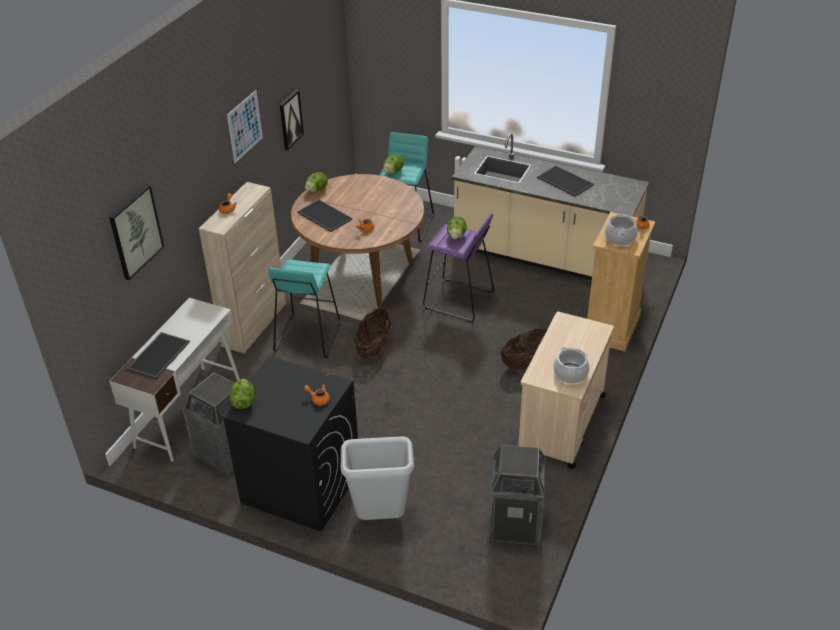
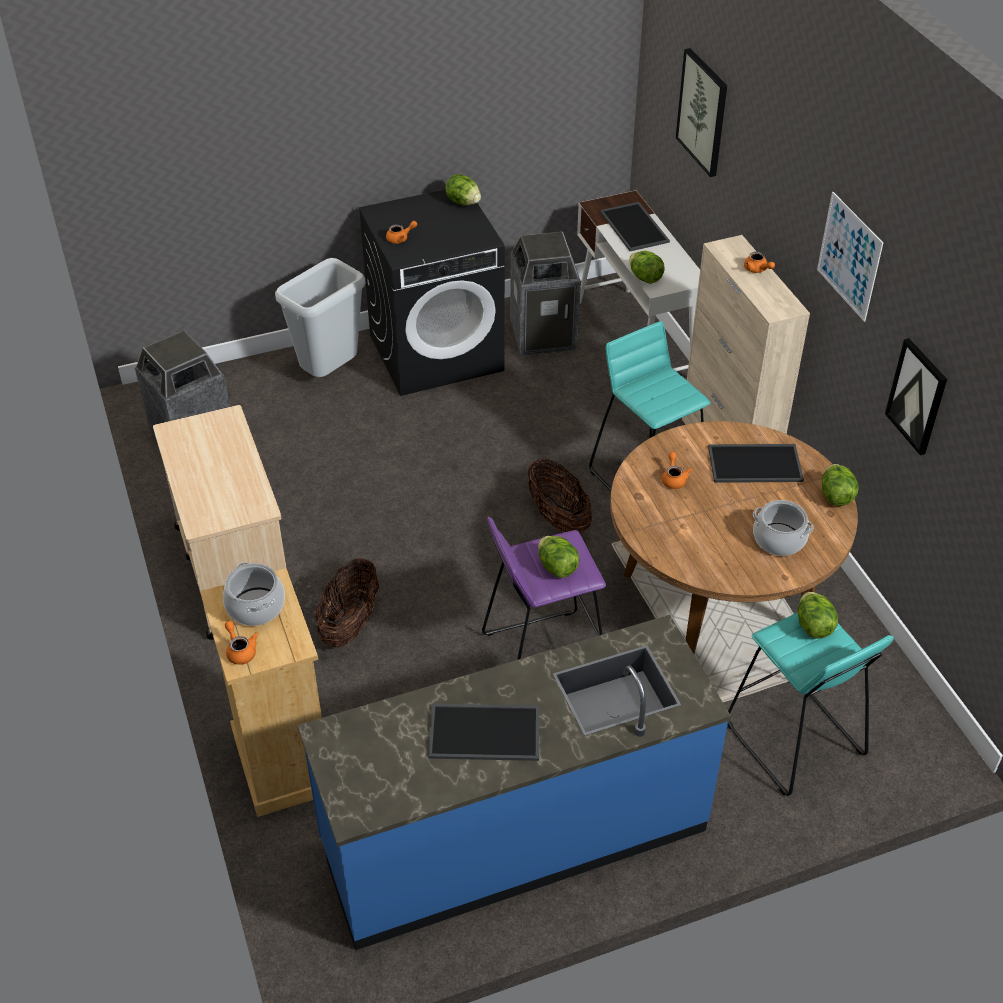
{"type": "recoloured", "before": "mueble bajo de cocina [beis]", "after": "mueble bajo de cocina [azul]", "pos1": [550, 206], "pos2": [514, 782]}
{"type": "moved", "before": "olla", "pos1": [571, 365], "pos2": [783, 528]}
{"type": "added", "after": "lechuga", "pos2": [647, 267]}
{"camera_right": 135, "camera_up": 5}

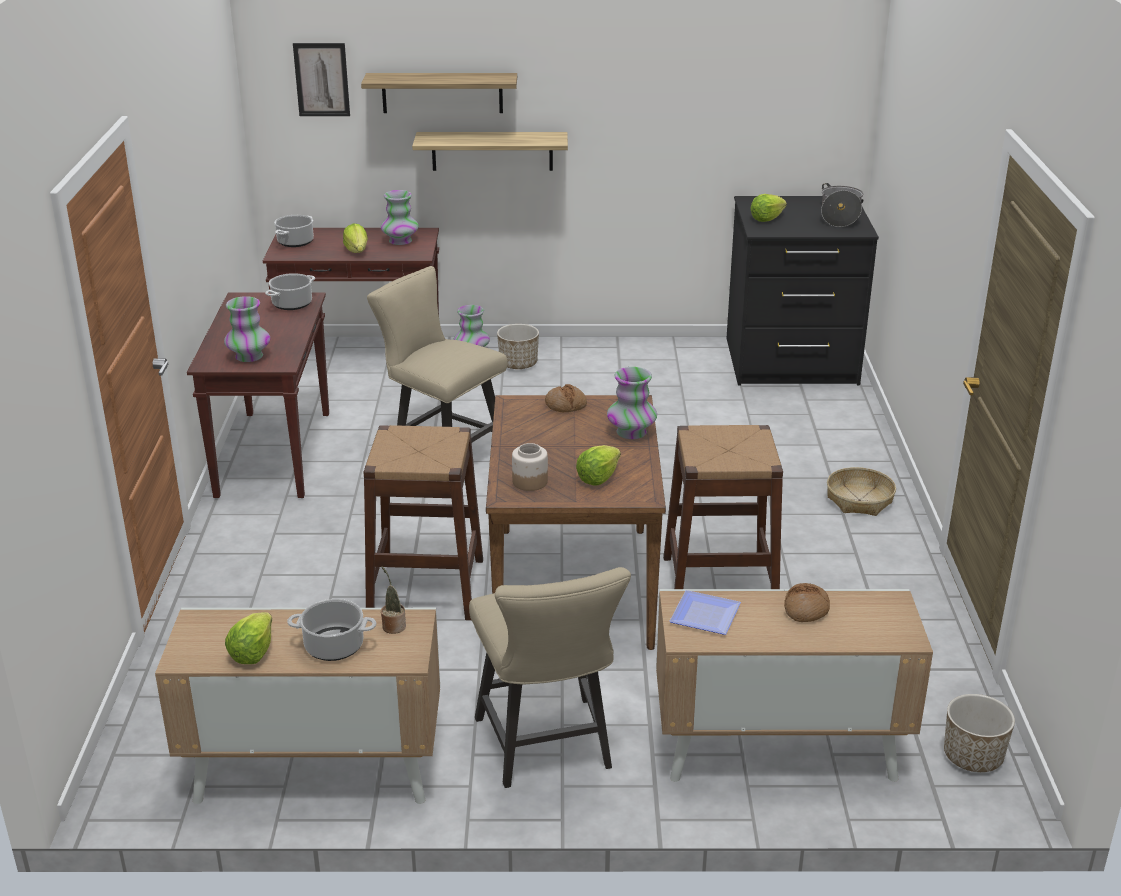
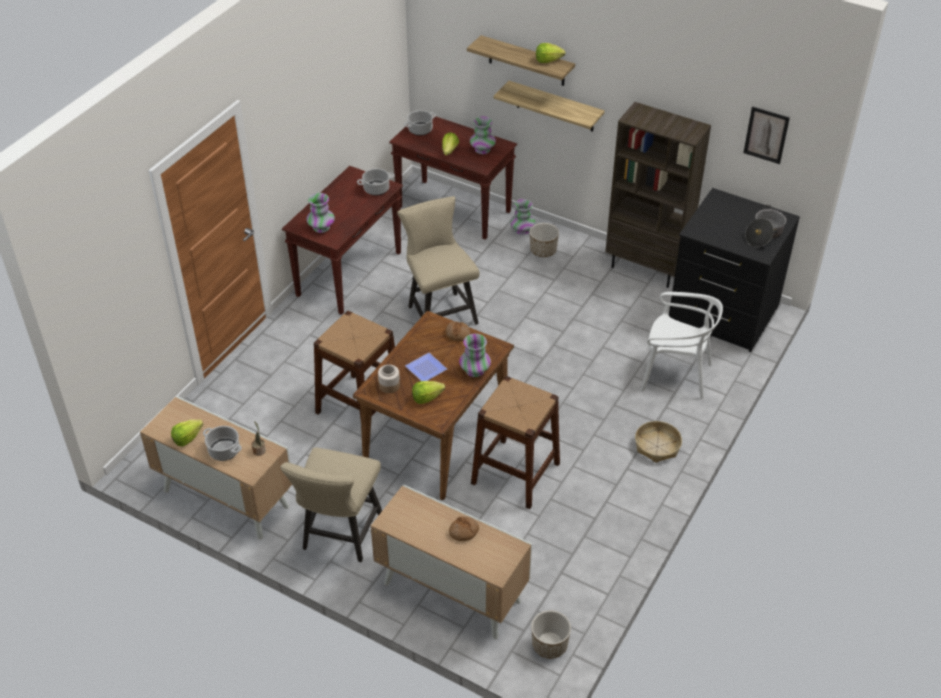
{"type": "moved", "before": "cuadro", "pos1": [321, 79], "pos2": [766, 135]}
{"type": "moved", "before": "plato", "pos1": [705, 612], "pos2": [426, 367]}
{"type": "moved", "before": "lechuga", "pos1": [768, 208], "pos2": [551, 53]}
{"type": "added", "after": "estantería [marrón]", "pos2": [658, 195]}
{"type": "added", "after": "silla [blanco]", "pos2": [681, 345]}
{"camera_right": 30, "camera_up": 15}

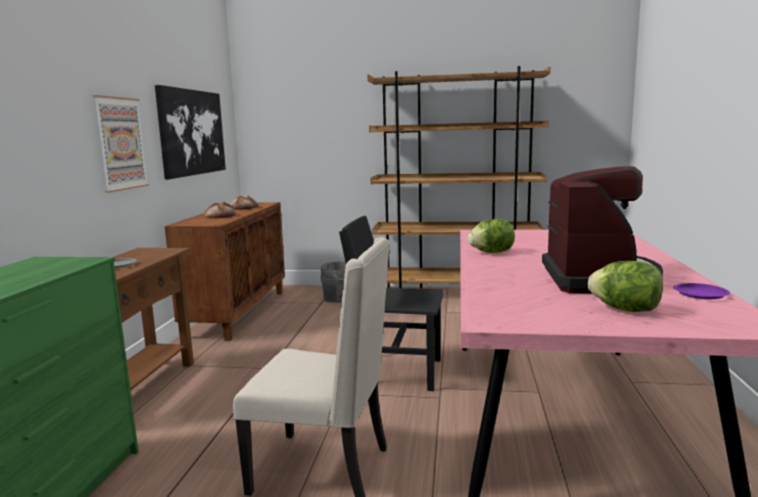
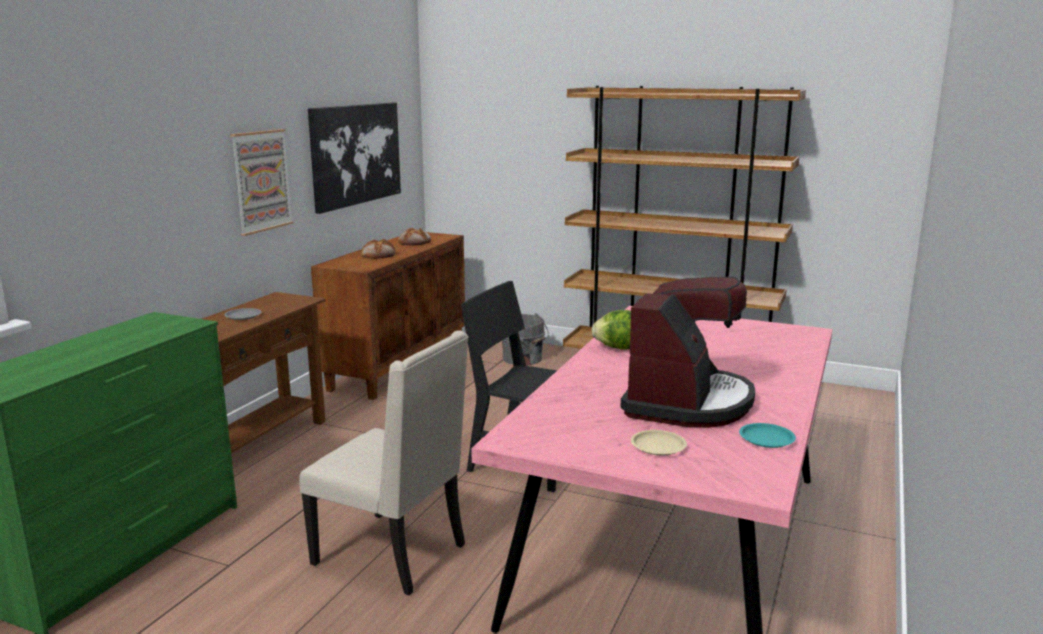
{"type": "replaced", "before": "lechuga", "after": "plato [beis]", "pos1": [625, 286], "pos2": [659, 442]}
{"type": "recoloured", "before": "plato [morado]", "after": "plato [turquesa]", "pos1": [701, 291], "pos2": [767, 435]}
{"camera_right": 15, "camera_up": 5}

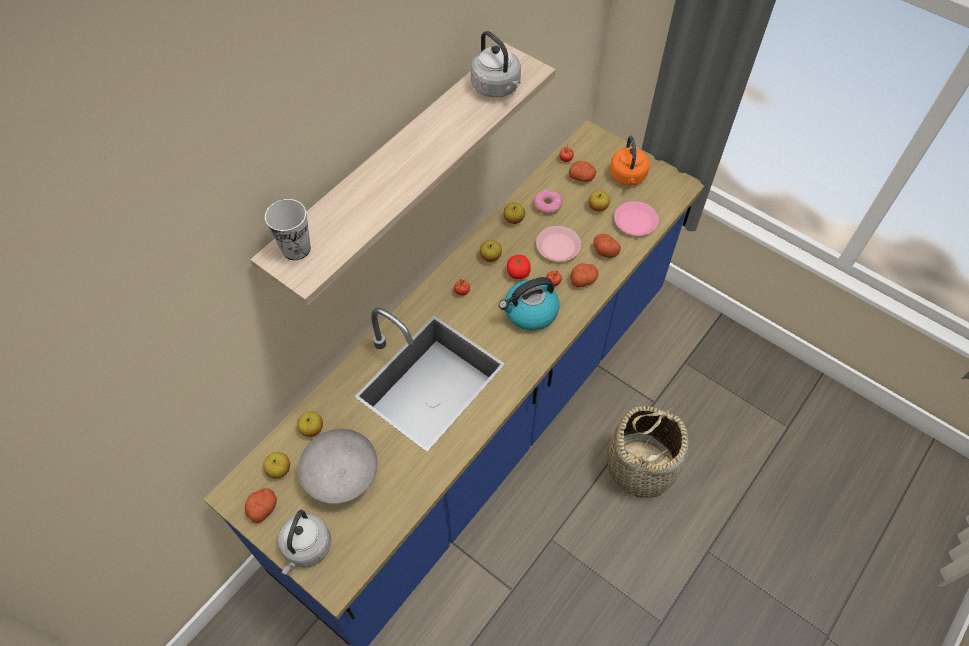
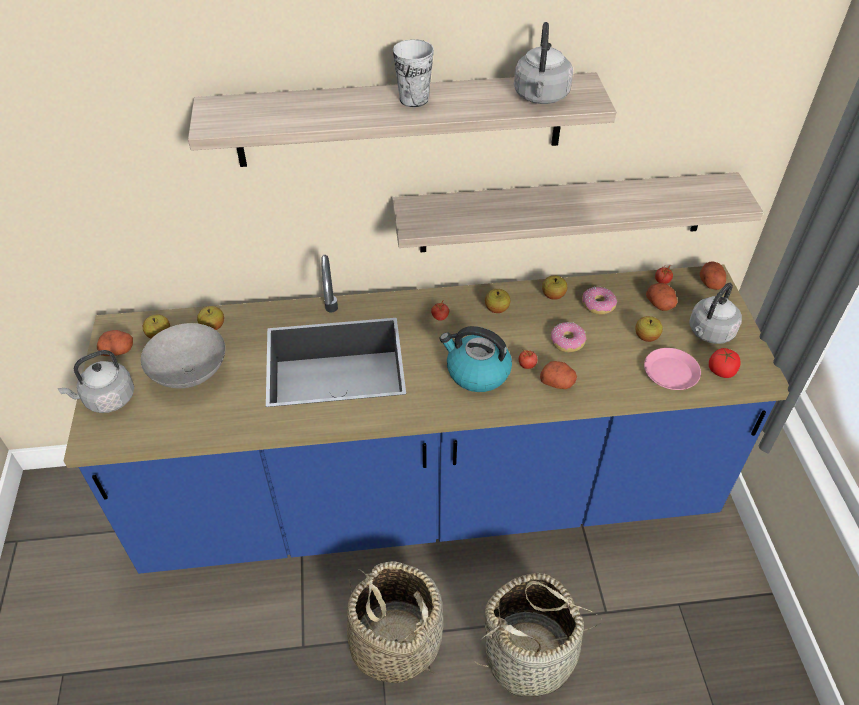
{"type": "moved", "before": "taza", "pos1": [288, 229], "pos2": [413, 73]}
{"type": "moved", "before": "tomate", "pos1": [519, 267], "pos2": [725, 363]}
{"type": "replaced", "before": "plato [rosa]", "after": "rosquilla", "pos1": [558, 244], "pos2": [568, 337]}
{"type": "moved", "before": "patata", "pos1": [607, 246], "pos2": [713, 275]}
{"type": "recoloured", "before": "hervidor [naranja]", "after": "hervidor [gris]", "pos1": [629, 161], "pos2": [715, 313]}
{"type": "added", "after": "cesta", "pos2": [395, 622]}
{"type": "added", "after": "estante", "pos2": [577, 212]}
{"camera_right": 45, "camera_up": -10}

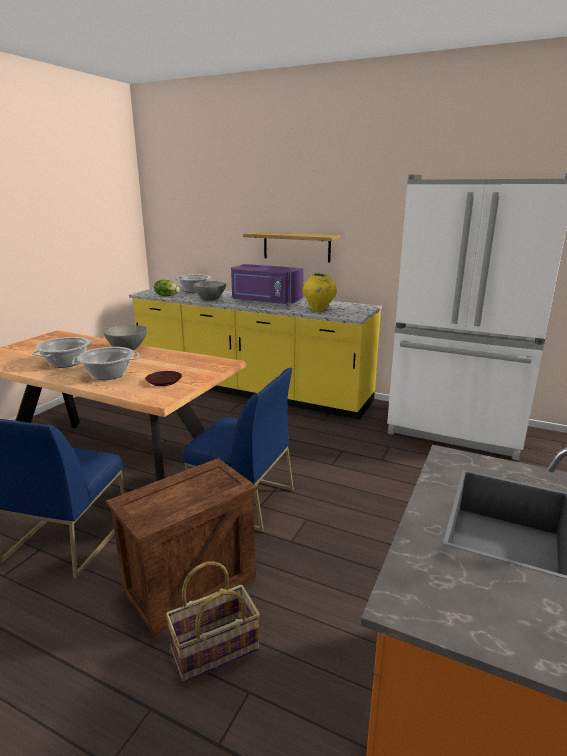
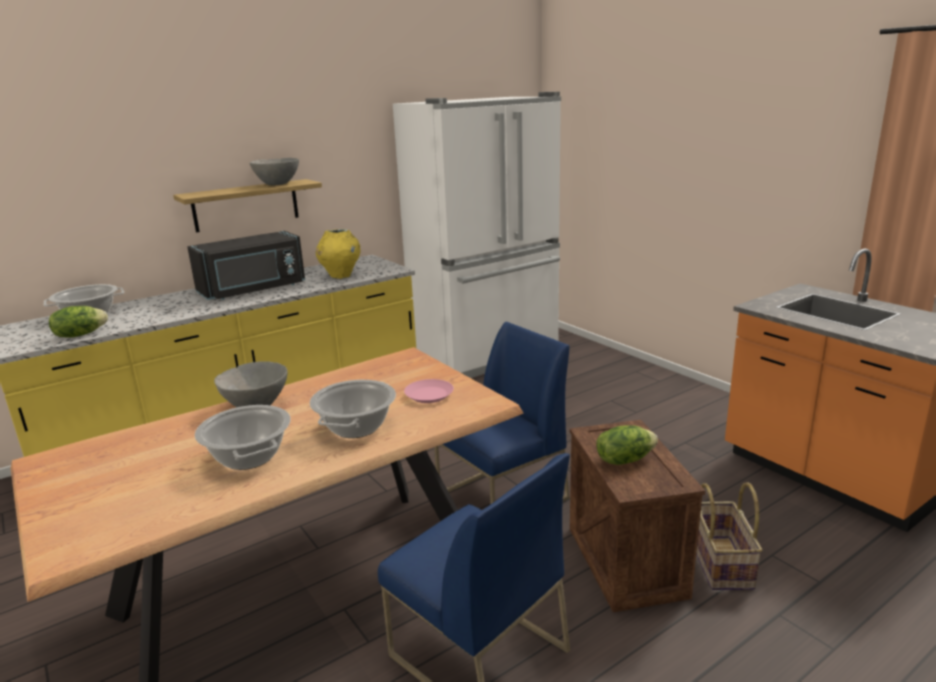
{"type": "recoloured", "before": "plato [marrón]", "after": "plato [rosa]", "pos1": [163, 378], "pos2": [429, 391]}
{"type": "moved", "before": "cuenco [gris]", "pos1": [209, 291], "pos2": [274, 171]}
{"type": "recoloured", "before": "microondas [morado]", "after": "microondas [negro]", "pos1": [267, 285], "pos2": [246, 265]}
{"type": "added", "after": "lechuga", "pos2": [627, 445]}
{"camera_right": -60, "camera_up": 0}

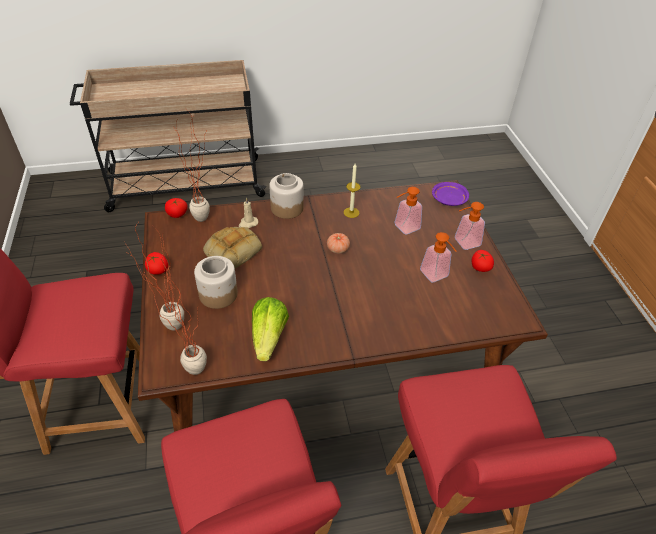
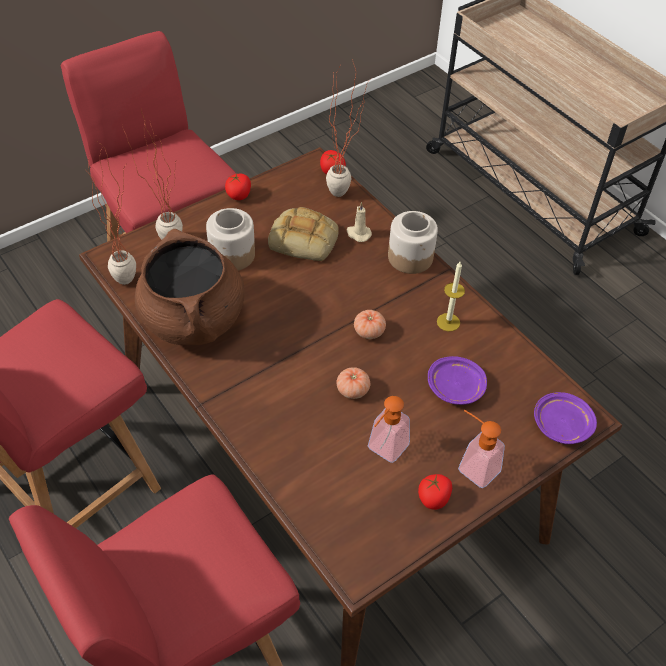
{"type": "replaced", "before": "lechuga", "after": "olla [marrón]", "pos1": [270, 329], "pos2": [190, 287]}
{"type": "replaced", "before": "dispensador de jabón", "after": "plato [morado]", "pos1": [408, 211], "pos2": [457, 380]}
{"type": "added", "after": "tomate", "pos2": [353, 383]}
{"camera_right": 65, "camera_up": 5}

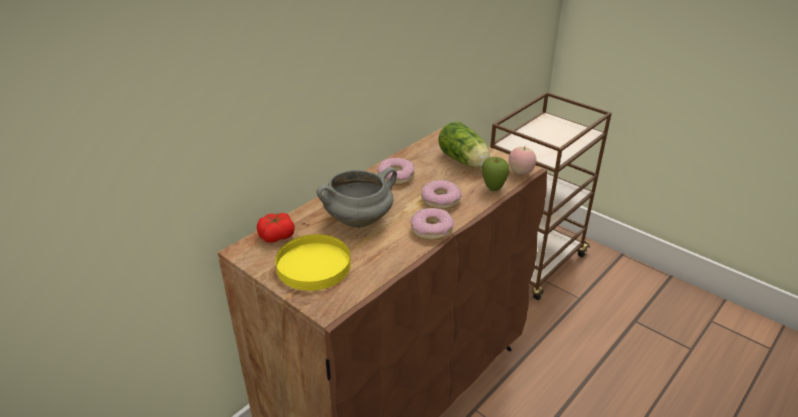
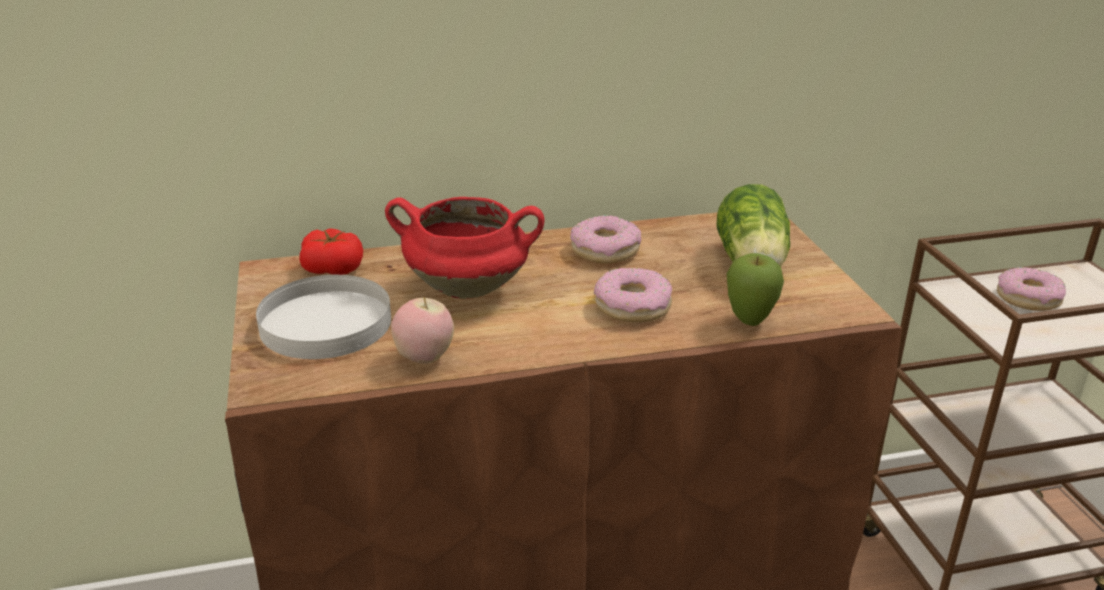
{"type": "recoloured", "before": "plato [amarillo]", "after": "plato [blanco]", "pos1": [313, 262], "pos2": [323, 317]}
{"type": "recoloured", "before": "olla [gris]", "after": "olla [rojo]", "pos1": [356, 197], "pos2": [465, 248]}
{"type": "moved", "before": "rosquilla", "pos1": [432, 224], "pos2": [1031, 289]}
{"type": "moved", "before": "manzana", "pos1": [522, 161], "pos2": [422, 330]}
{"camera_right": 35, "camera_up": -5}

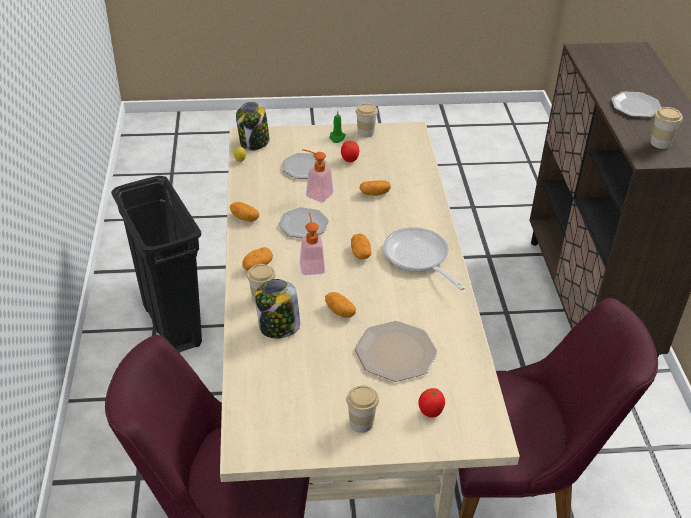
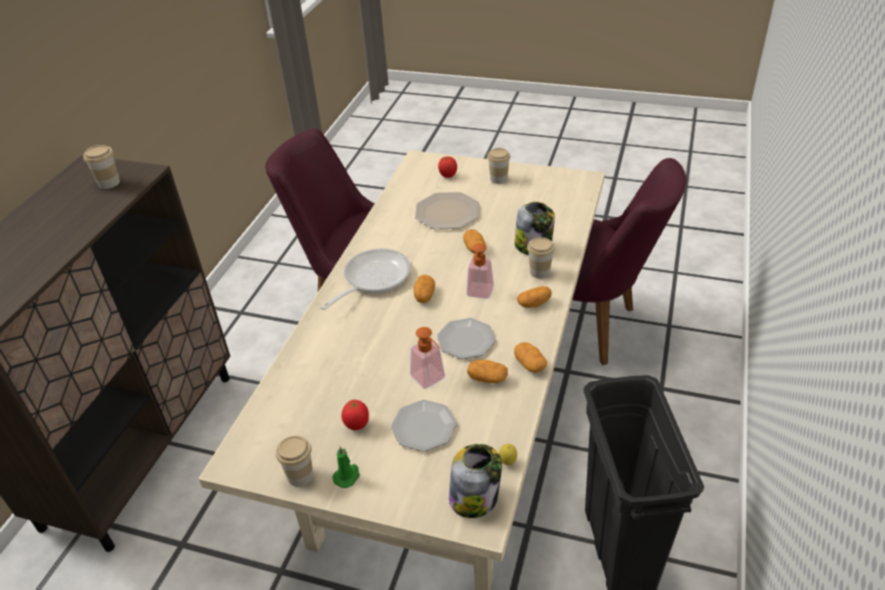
{"type": "moved", "before": "patata", "pos1": [375, 188], "pos2": [487, 371]}
{"type": "turned", "before": "sartén", "pos1": [424, 258], "pos2": [365, 279], "turn": -135}
{"type": "removed", "before": "plato", "pos1": [636, 104]}
{"camera_right": -155, "camera_up": 0}

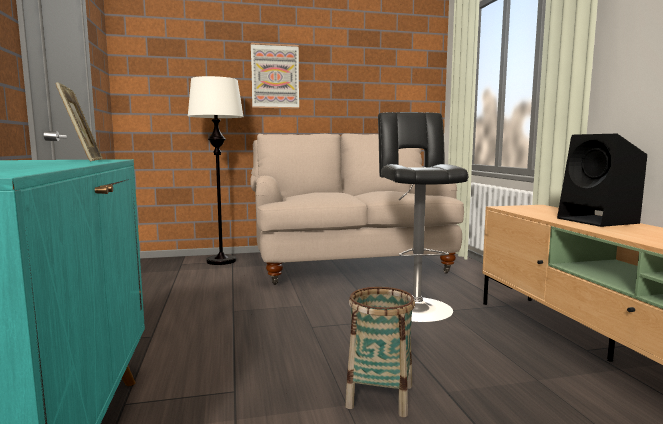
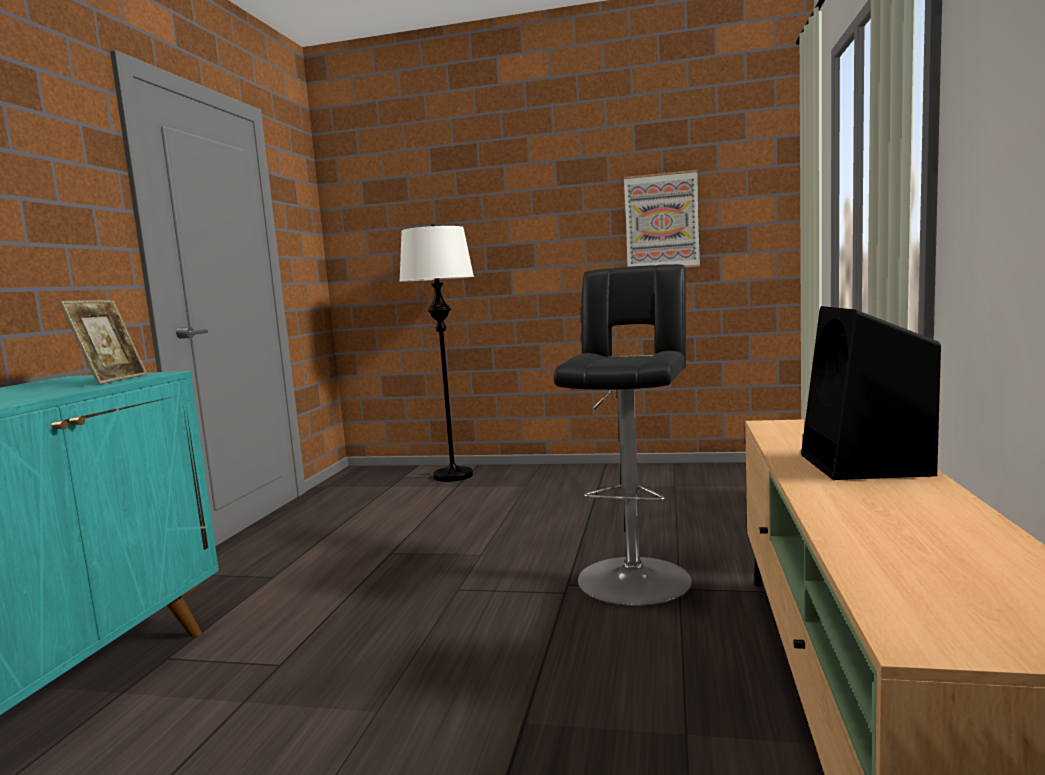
{"type": "removed", "before": "sofá [beis]", "pos1": [357, 209]}
{"type": "moved", "before": "cuadro", "pos1": [275, 76], "pos2": [662, 219]}
{"type": "removed", "before": "cesta", "pos1": [380, 352]}
{"camera_right": 25, "camera_up": 0}

